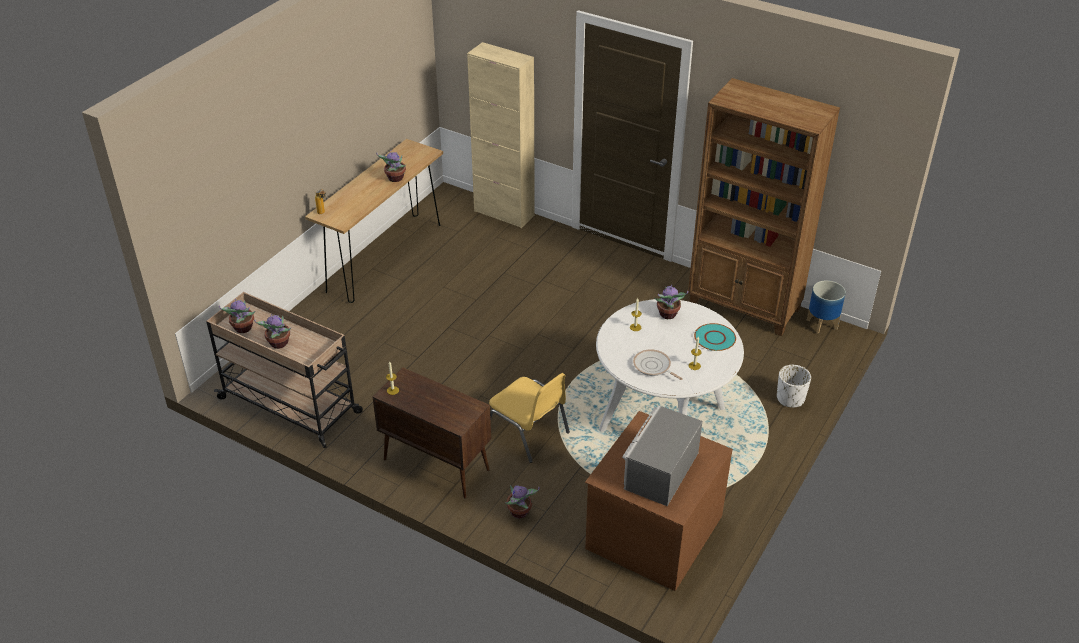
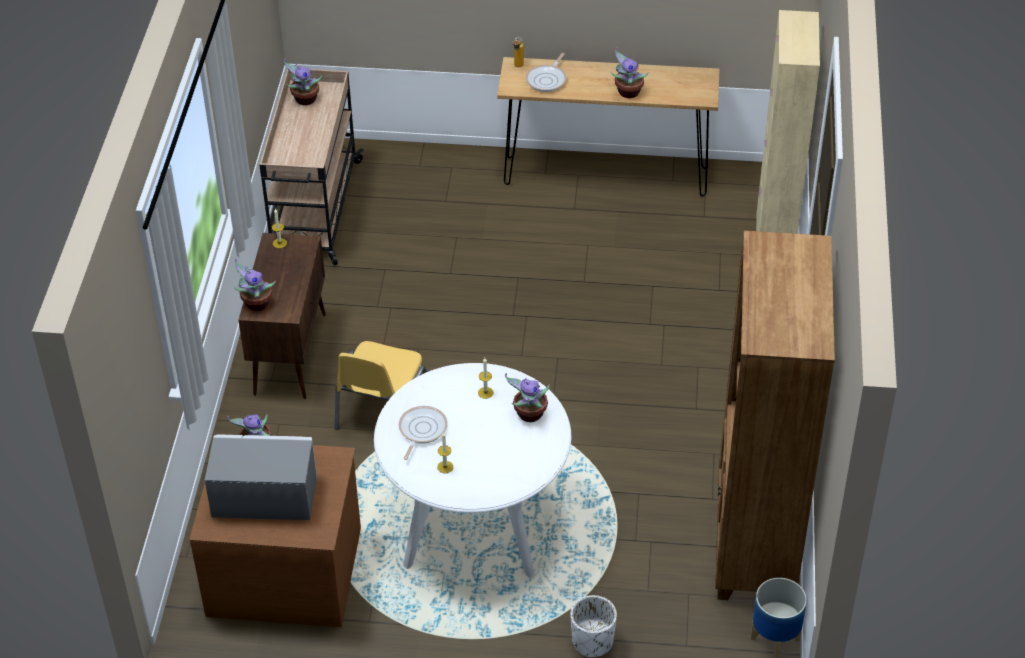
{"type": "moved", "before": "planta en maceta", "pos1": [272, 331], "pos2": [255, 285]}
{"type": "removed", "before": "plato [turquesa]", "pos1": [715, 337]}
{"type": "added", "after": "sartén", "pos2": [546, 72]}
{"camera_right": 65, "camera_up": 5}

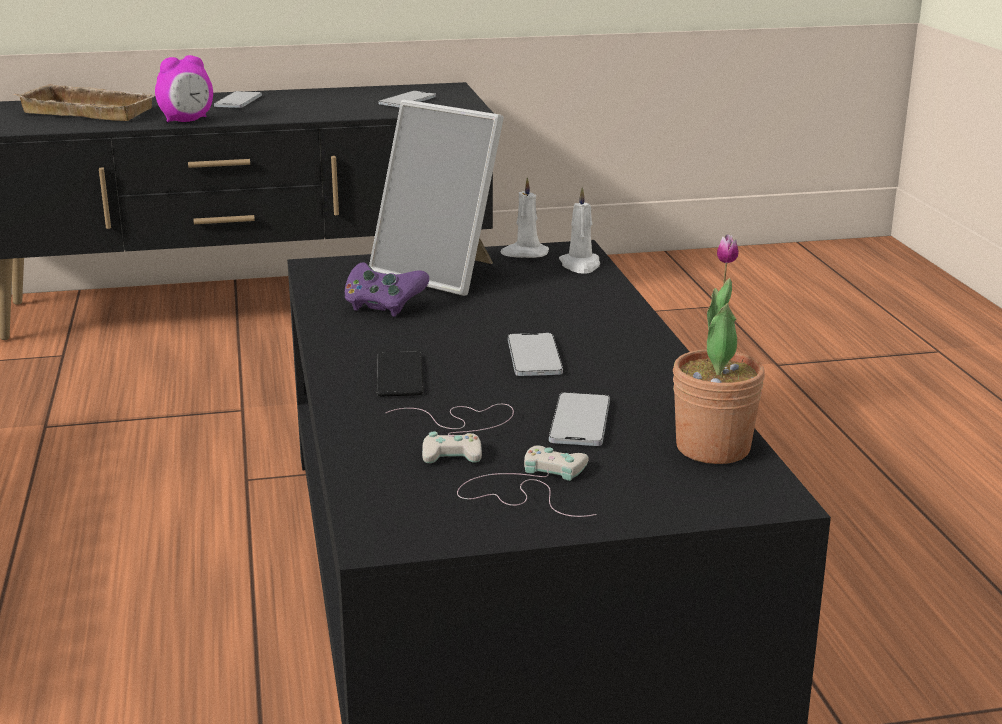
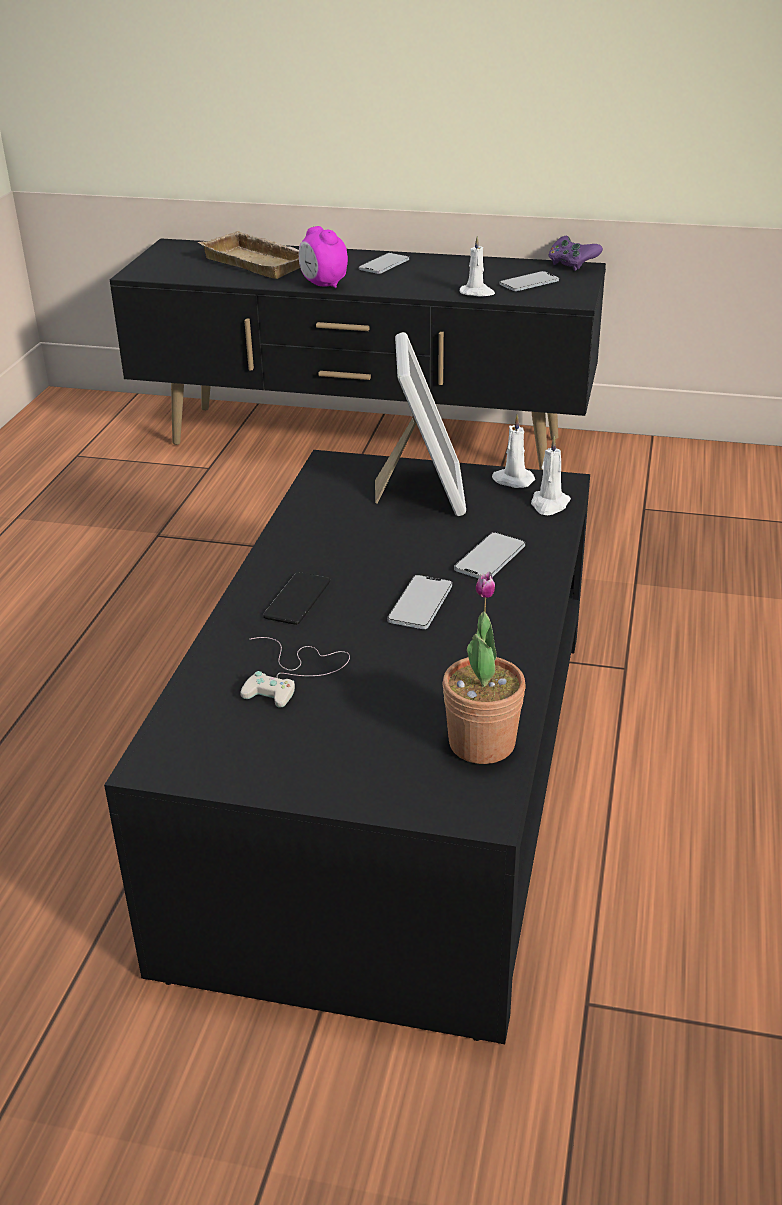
{"type": "turned", "before": "despertador", "pos1": [184, 89], "pos2": [323, 257], "turn": 60}
{"type": "moved", "before": "mando de consola [morado]", "pos1": [387, 289], "pos2": [575, 253]}
{"type": "turned", "before": "portarretratos", "pos1": [436, 198], "pos2": [420, 424], "turn": -150}
{"type": "removed", "before": "mando de consola [blanco]", "pos1": [526, 481]}
{"type": "moved", "before": "móvil", "pos1": [579, 419], "pos2": [489, 555]}
{"type": "added", "after": "vela [blanco]", "pos2": [477, 266]}
{"camera_right": 25, "camera_up": 10}

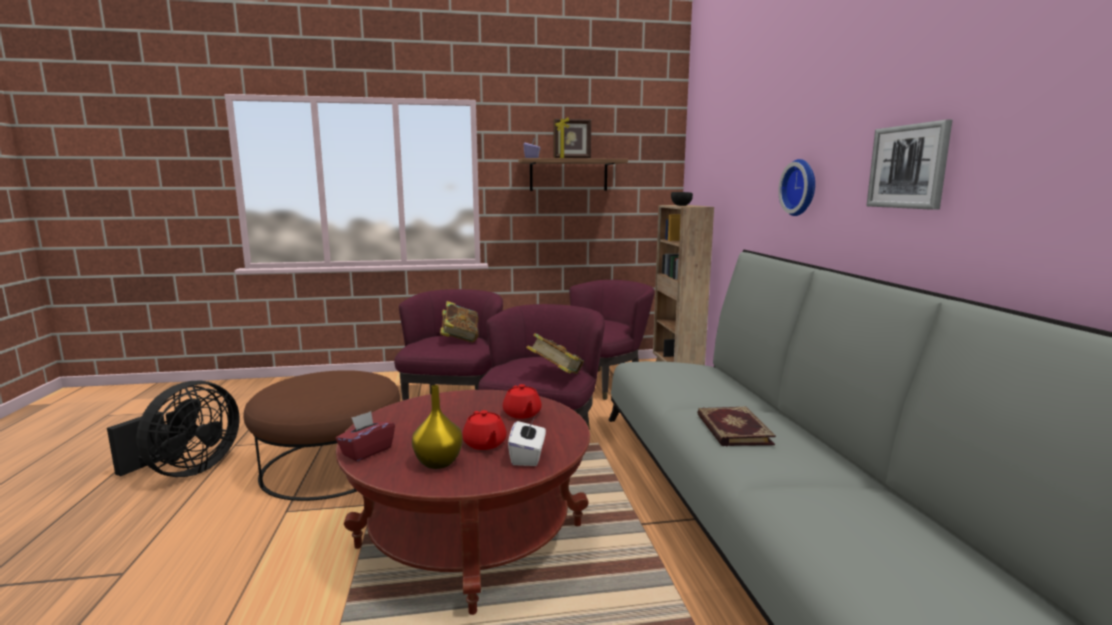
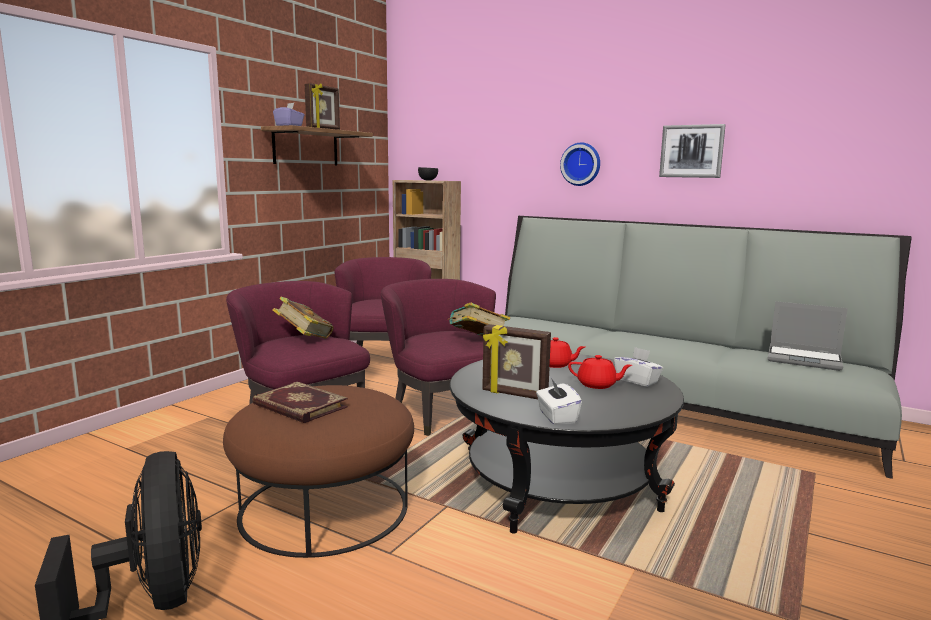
{"type": "recoloured", "before": "mesa de centro [rojo]", "after": "mesa de centro [negro]", "pos1": [463, 502], "pos2": [567, 444]}
{"type": "recoloured", "before": "caja de pañuelos [rojo]", "after": "caja de pañuelos [blanco]", "pos1": [365, 436], "pos2": [559, 401]}
{"type": "removed", "before": "florero [amarillo]", "pos1": [437, 427]}
{"type": "moved", "before": "libro", "pos1": [736, 426], "pos2": [300, 402]}
{"type": "added", "after": "portarretratos", "pos2": [516, 361]}
{"type": "added", "after": "portátil", "pos2": [808, 336]}
{"camera_right": -50, "camera_up": 0}

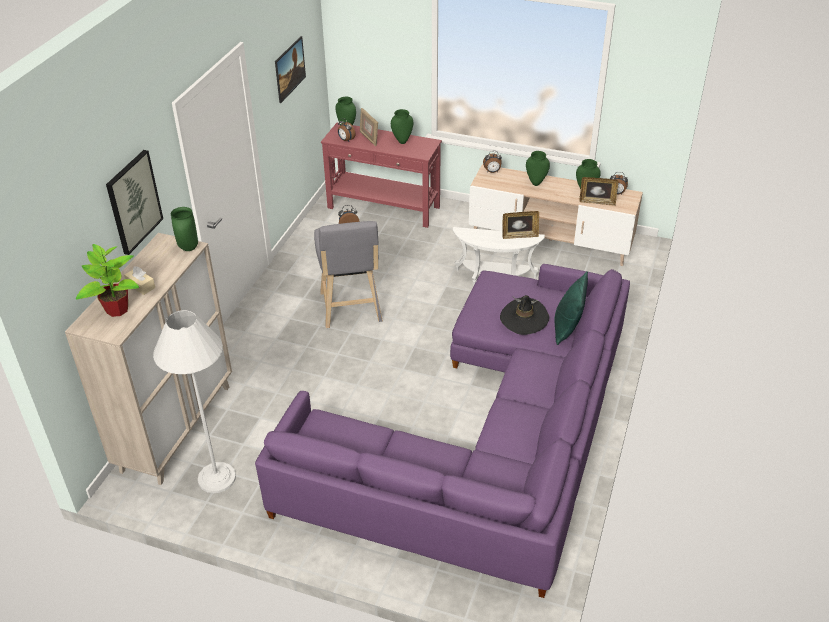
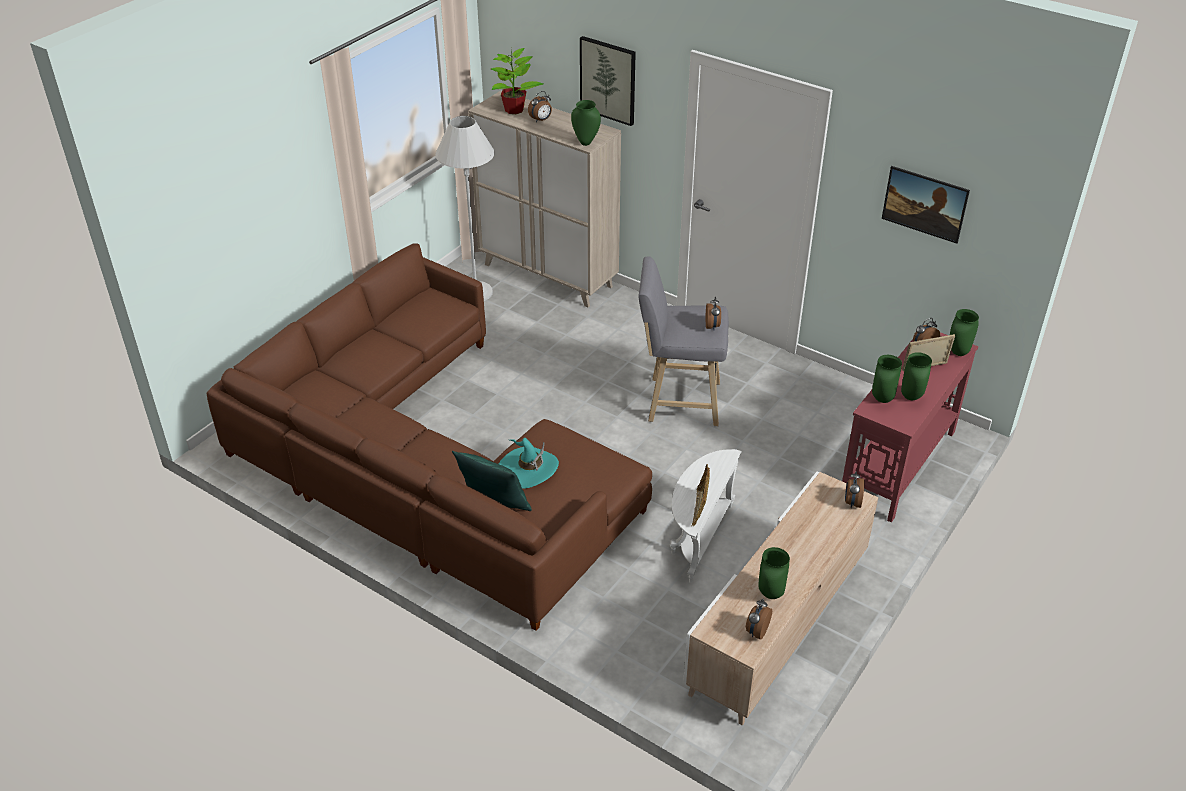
{"type": "replaced", "before": "caja de pañuelos [beis]", "after": "despertador", "pos1": [139, 280], "pos2": [540, 106]}
{"type": "recoloured", "before": "sofá [morado]", "after": "sofá [marrón]", "pos1": [442, 431], "pos2": [429, 437]}
{"type": "recoloured", "before": "sombrero [negro]", "after": "sombrero [turquesa]", "pos1": [524, 315], "pos2": [529, 463]}
{"type": "moved", "before": "florero [verde]", "pos1": [538, 168], "pos2": [887, 379]}
{"type": "removed", "before": "portarretratos", "pos1": [599, 191]}
{"camera_right": 105, "camera_up": 0}

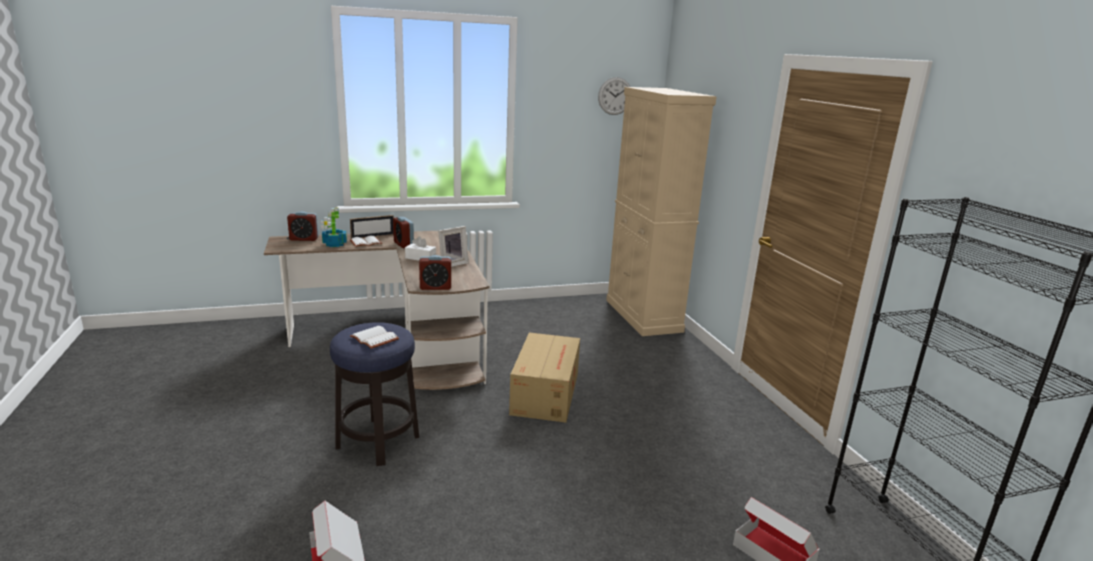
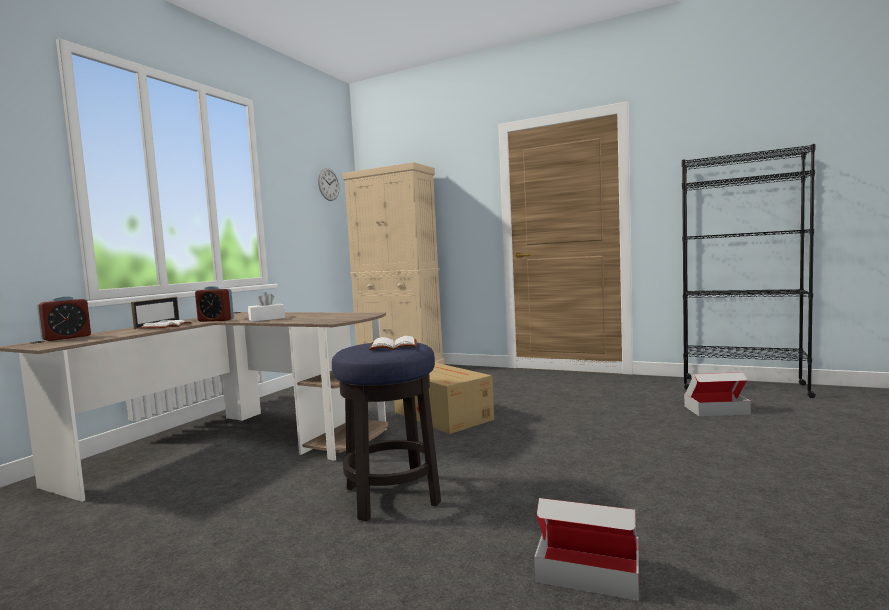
{"type": "removed", "before": "planta en maceta", "pos1": [334, 227]}
{"type": "removed", "before": "despertador", "pos1": [435, 272]}
{"type": "removed", "before": "portarretratos", "pos1": [453, 246]}
{"camera_right": -45, "camera_up": -15}

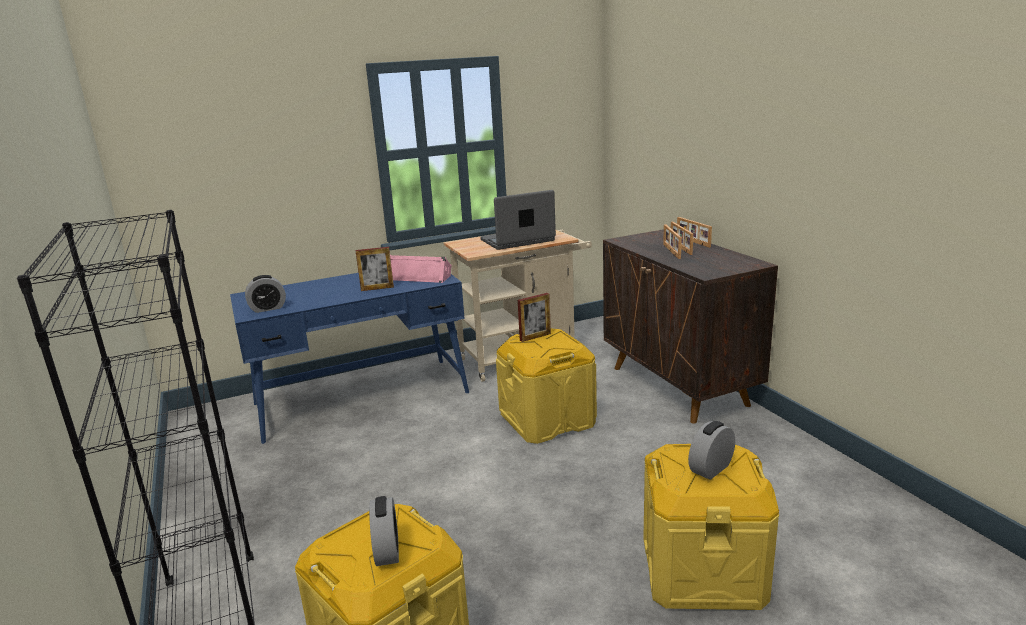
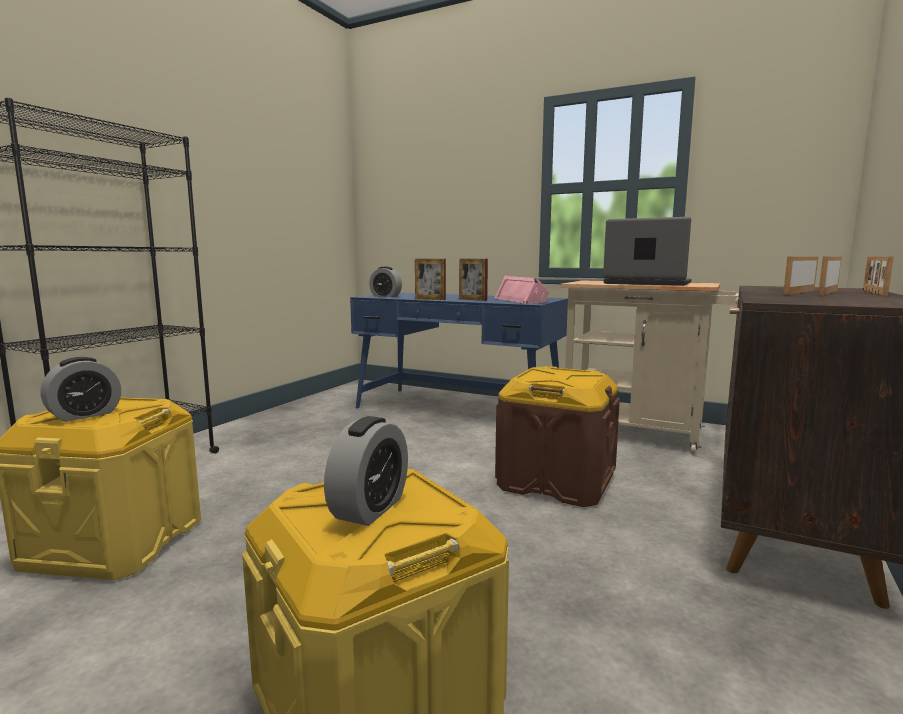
{"type": "recoloured", "before": "caja de almacenaje [amarillo]", "after": "caja de almacenaje [marrón]", "pos1": [546, 386], "pos2": [557, 436]}
{"type": "moved", "before": "portarretratos", "pos1": [534, 317], "pos2": [430, 279]}
{"type": "turned", "before": "despertador", "pos1": [711, 450], "pos2": [366, 471], "turn": 105}
{"camera_right": 50, "camera_up": -10}

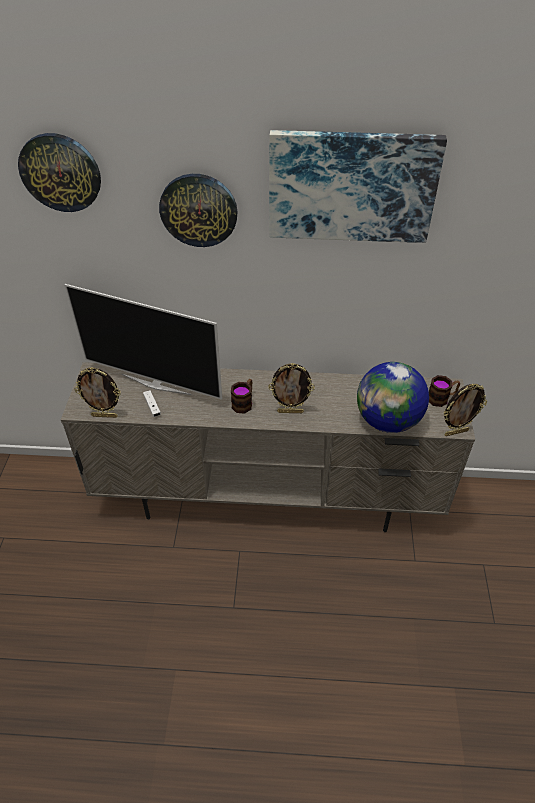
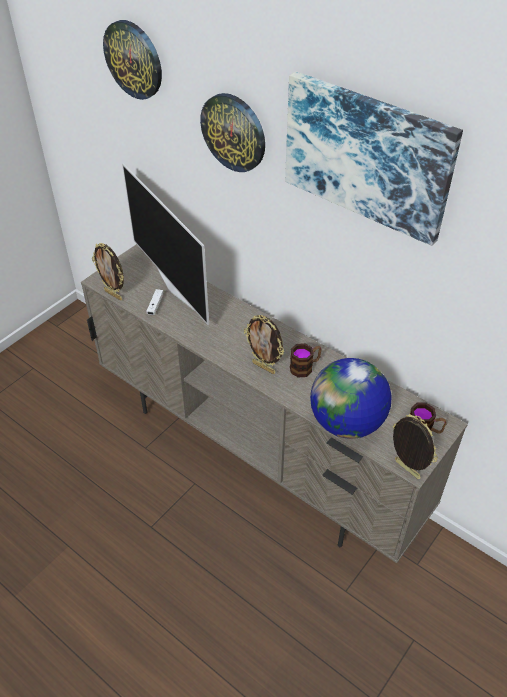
{"type": "moved", "before": "taza grande", "pos1": [241, 396], "pos2": [306, 360]}
{"type": "turned", "before": "portarretratos", "pos1": [465, 410], "pos2": [415, 446], "turn": -150}
{"camera_right": 35, "camera_up": 0}

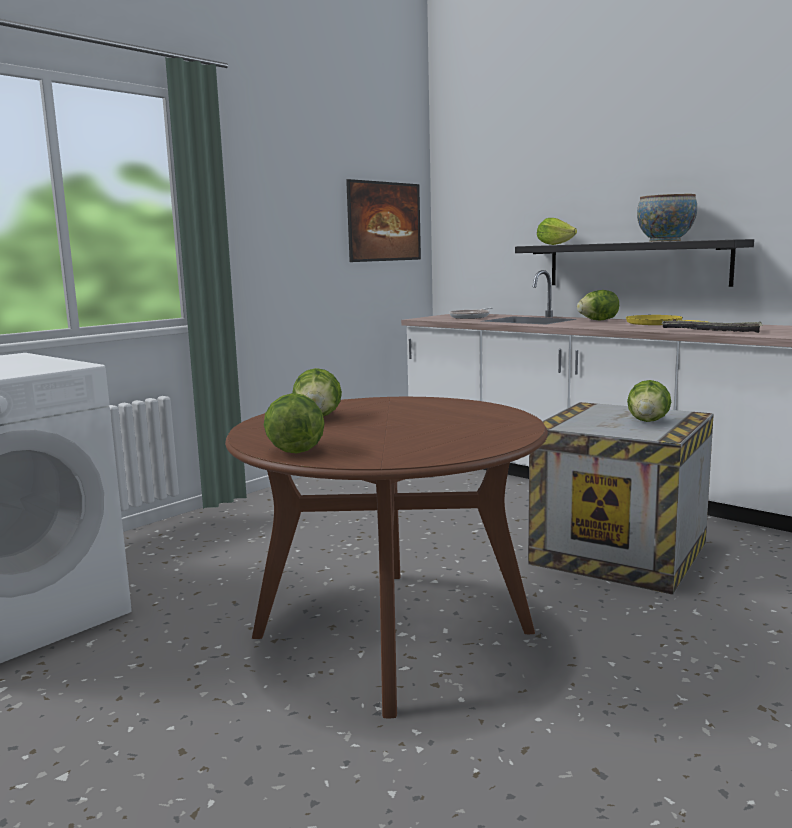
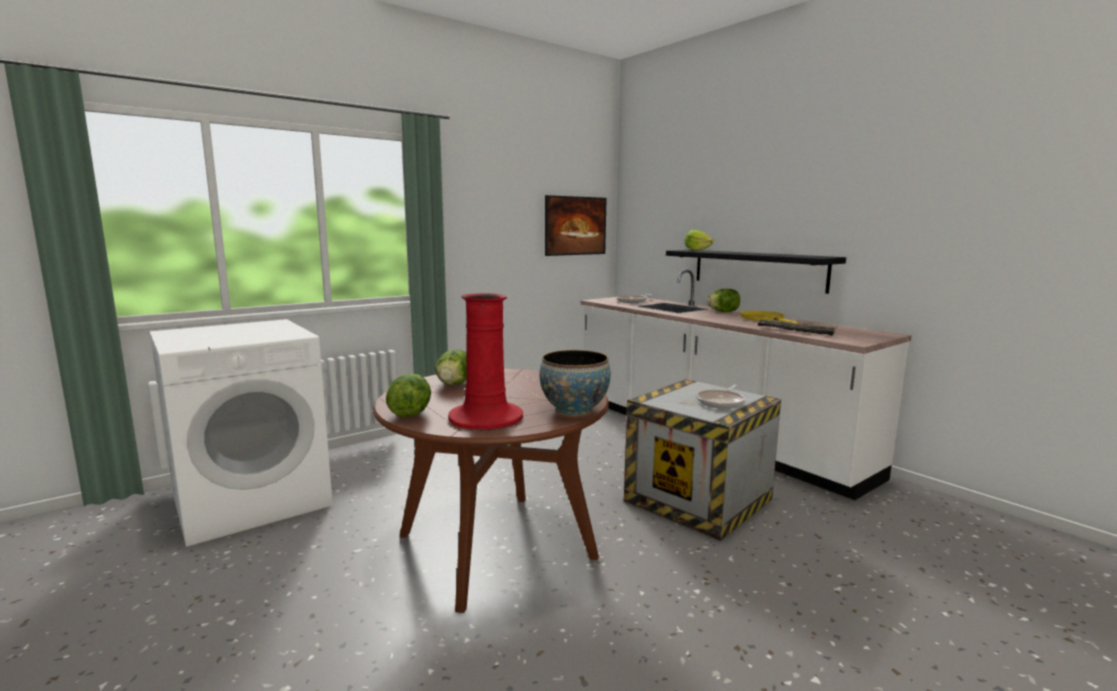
{"type": "replaced", "before": "lechuga", "after": "sartén", "pos1": [649, 401], "pos2": [721, 396]}
{"type": "moved", "before": "cuenco", "pos1": [667, 218], "pos2": [575, 383]}
{"type": "added", "after": "florero [rojo]", "pos2": [485, 362]}
{"camera_right": 10, "camera_up": 0}

